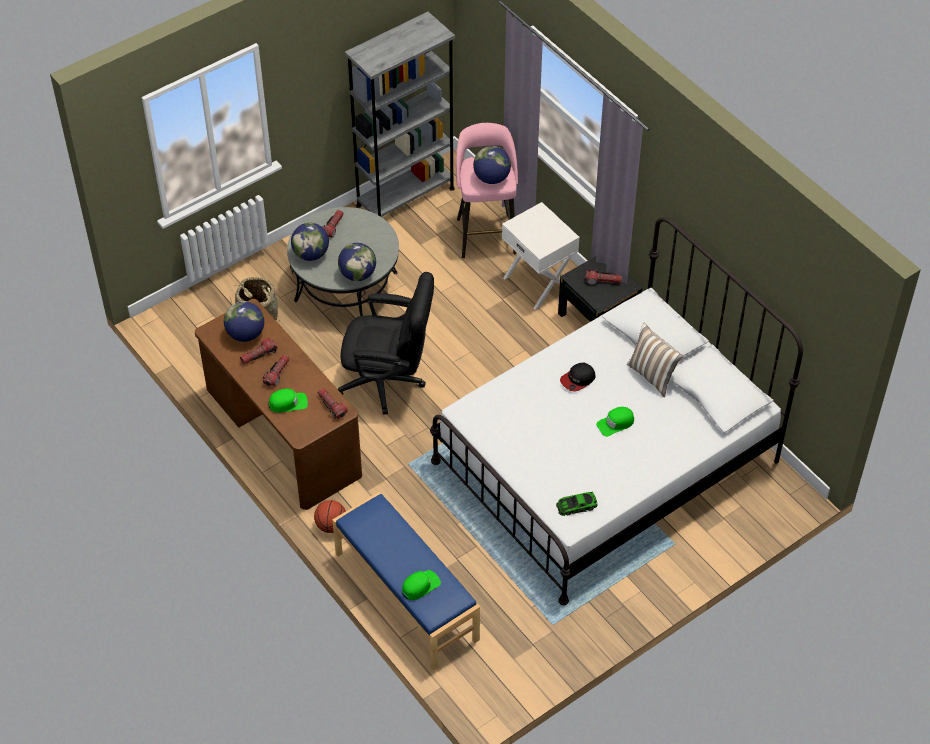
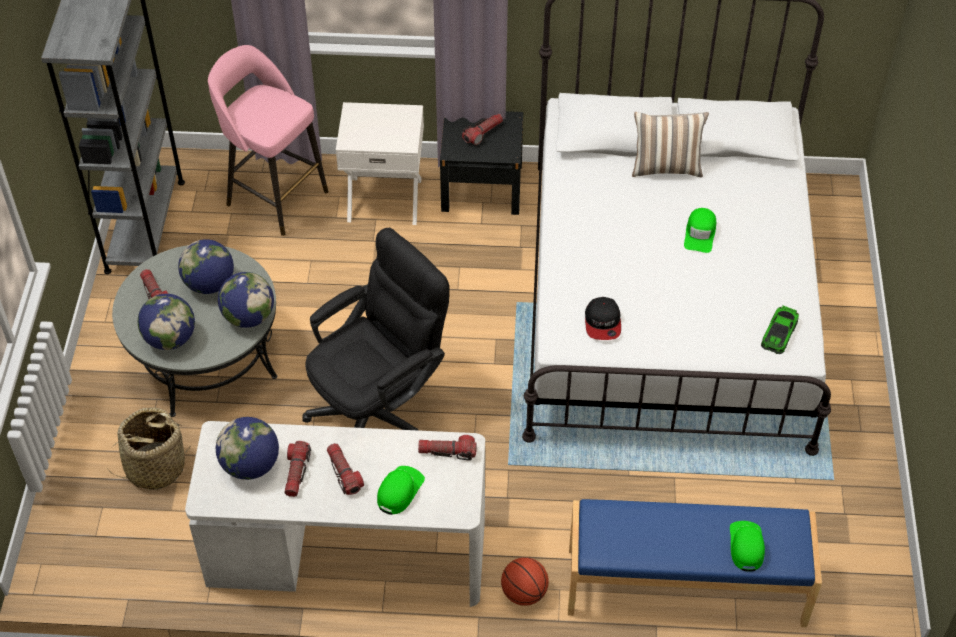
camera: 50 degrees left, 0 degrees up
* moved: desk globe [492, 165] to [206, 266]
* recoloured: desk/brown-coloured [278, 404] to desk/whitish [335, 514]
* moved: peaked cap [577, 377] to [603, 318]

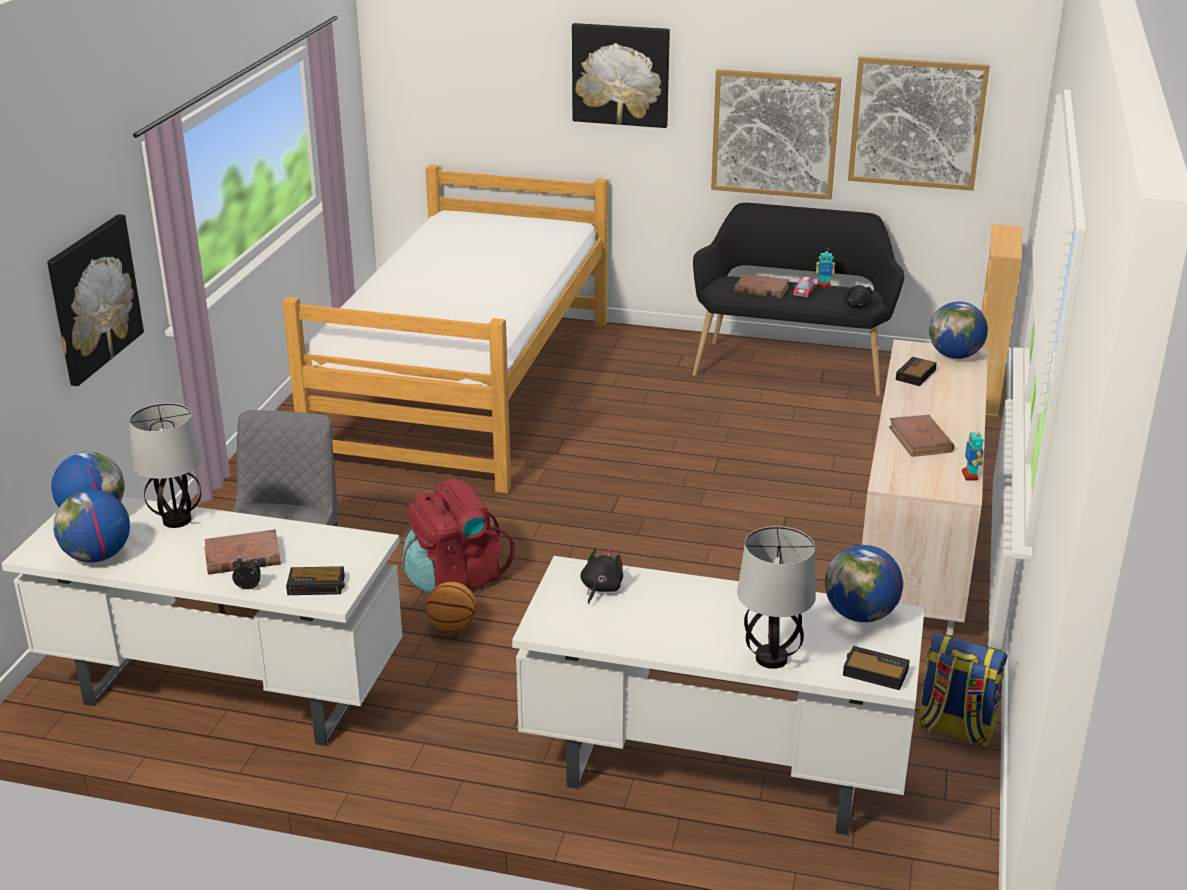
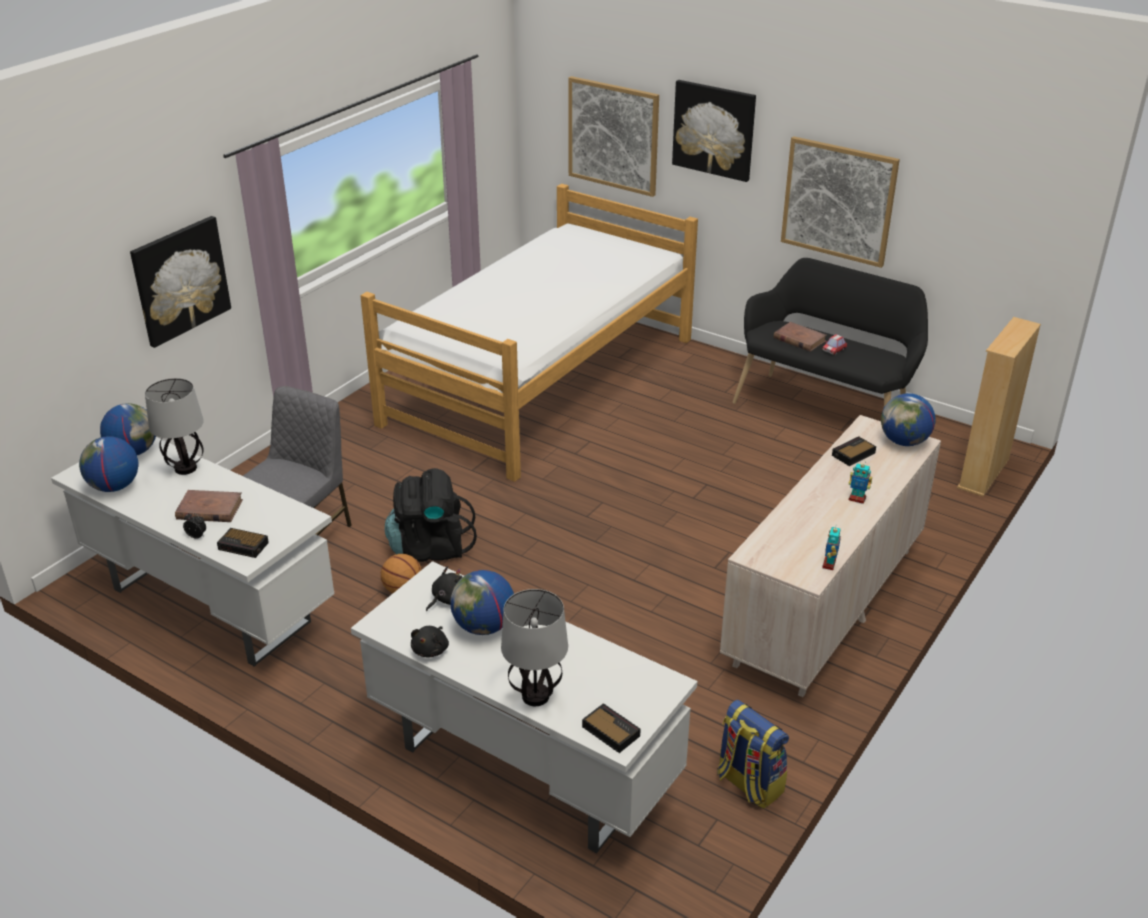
camera: 20 degrees right, 5 degrees up
* moved: wall picture [919, 124] to [613, 136]
* moved: model robot [825, 269] to [860, 482]
* moved: soft toy/black [858, 296] to [430, 641]
* removed: bound book/brown-coloured [922, 436]
* recoloured: backpack/reddish [458, 536] to backpack/black [431, 515]
* moved: desk globe [864, 583] to [482, 602]

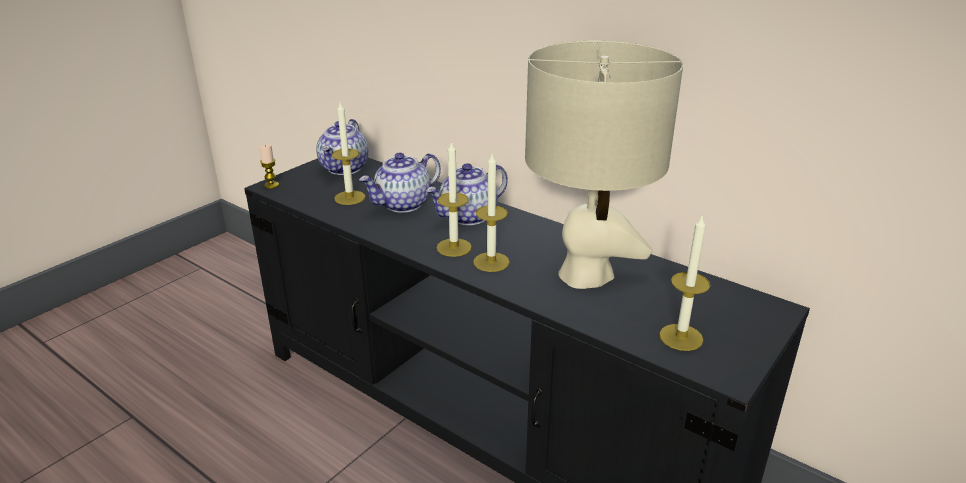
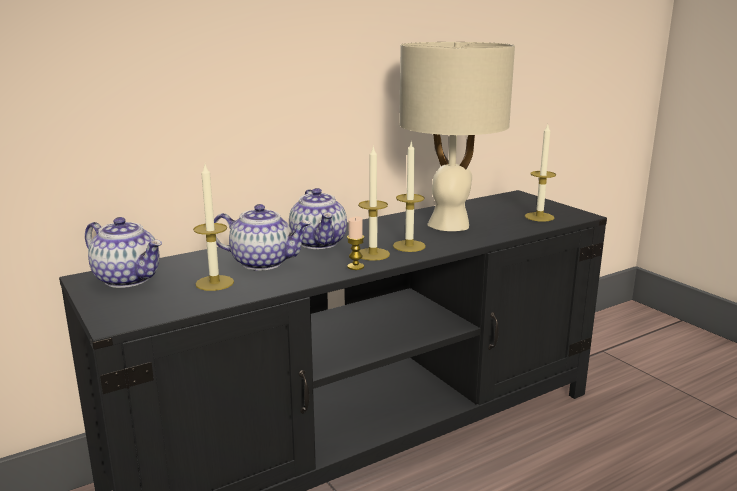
camera: 70 degrees left, 10 degrees down
* moved: wax candle [269, 166] to [355, 243]
* turned: tea pot [400, 183] = [263, 237] 60 degrees counterclockwise

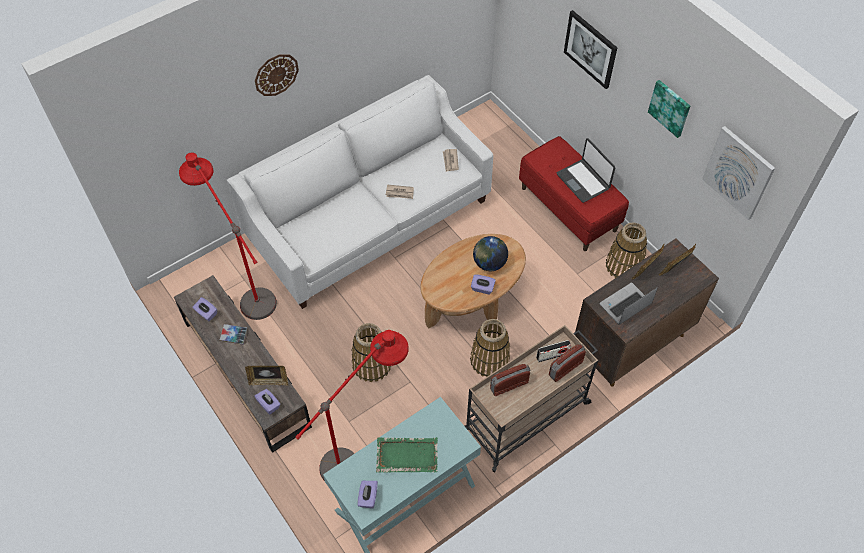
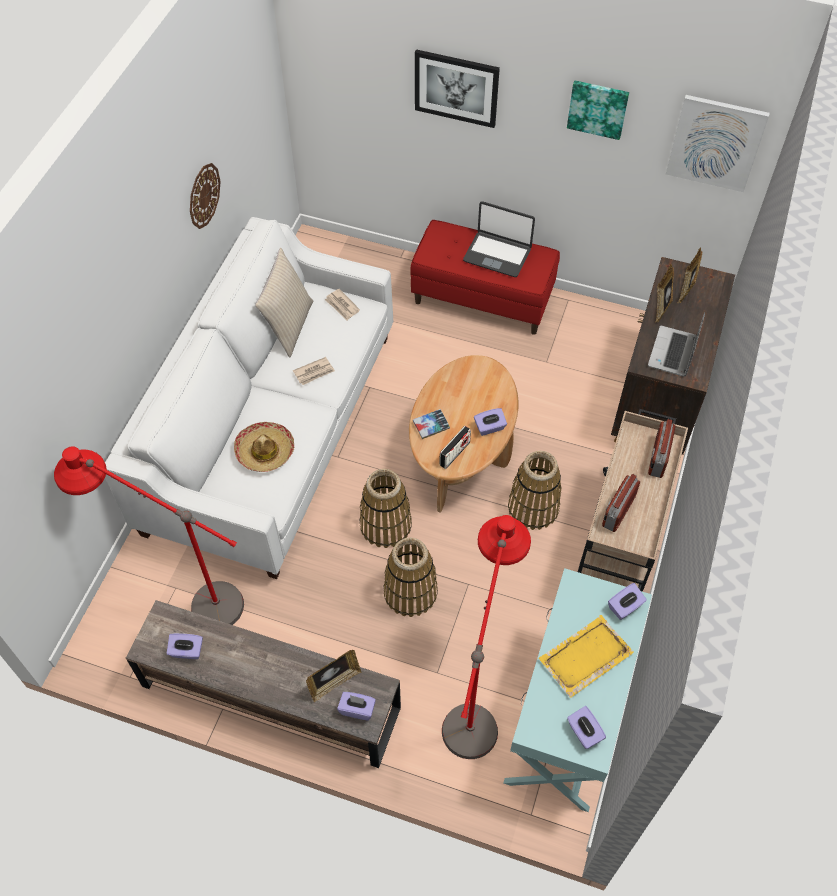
camera: 35 degrees left, 0 degrees up
* moved: wall clock [277, 75] to [205, 196]
* moved: storage basket [626, 250] to [385, 508]
* removed: desk globe [490, 253]
* moved: bound book [233, 334] to [431, 424]
* moved: radio receiver [553, 351] to [455, 447]
* recoloured: carrying tray/green-coloured [407, 455] to carrying tray/yellow-coloured [586, 656]
* added: cushion/sand-coloured [284, 303]
* added: hat [264, 447]
* added: tissue holder/purplish [627, 601]

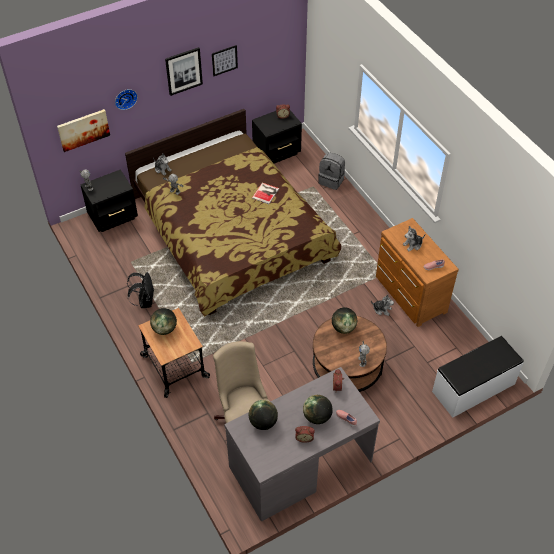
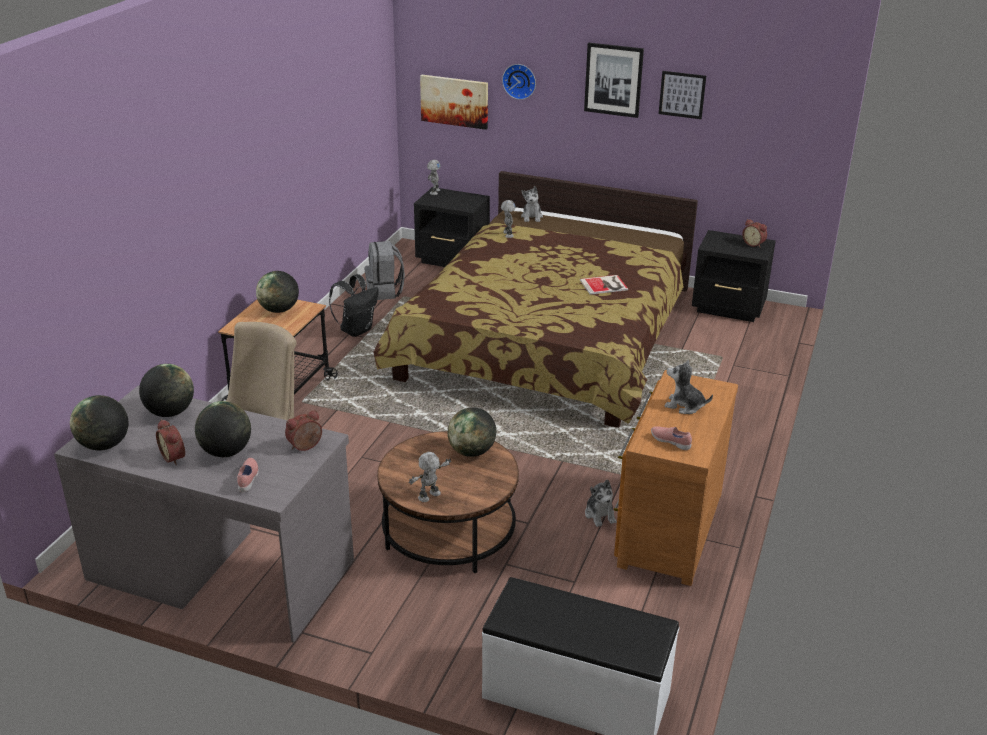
camera: 50 degrees right, 20 degrees down
* moved: backpack/greyish [331, 171] to [385, 270]
* added: desk globe [99, 422]

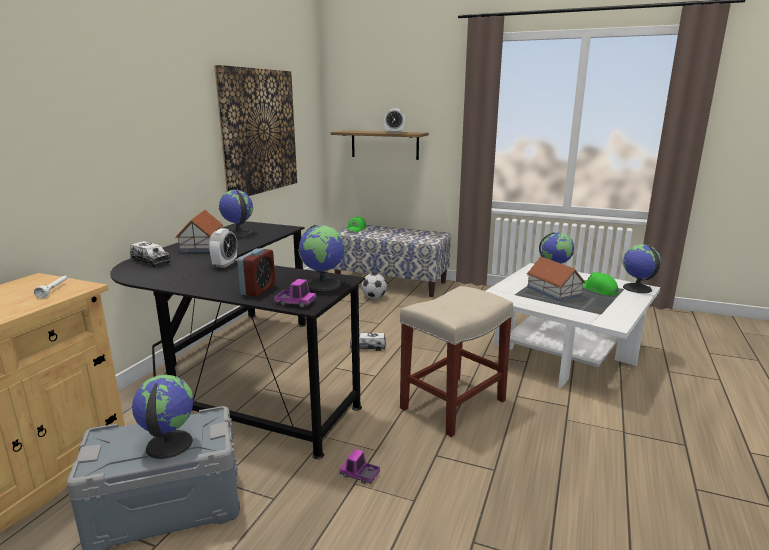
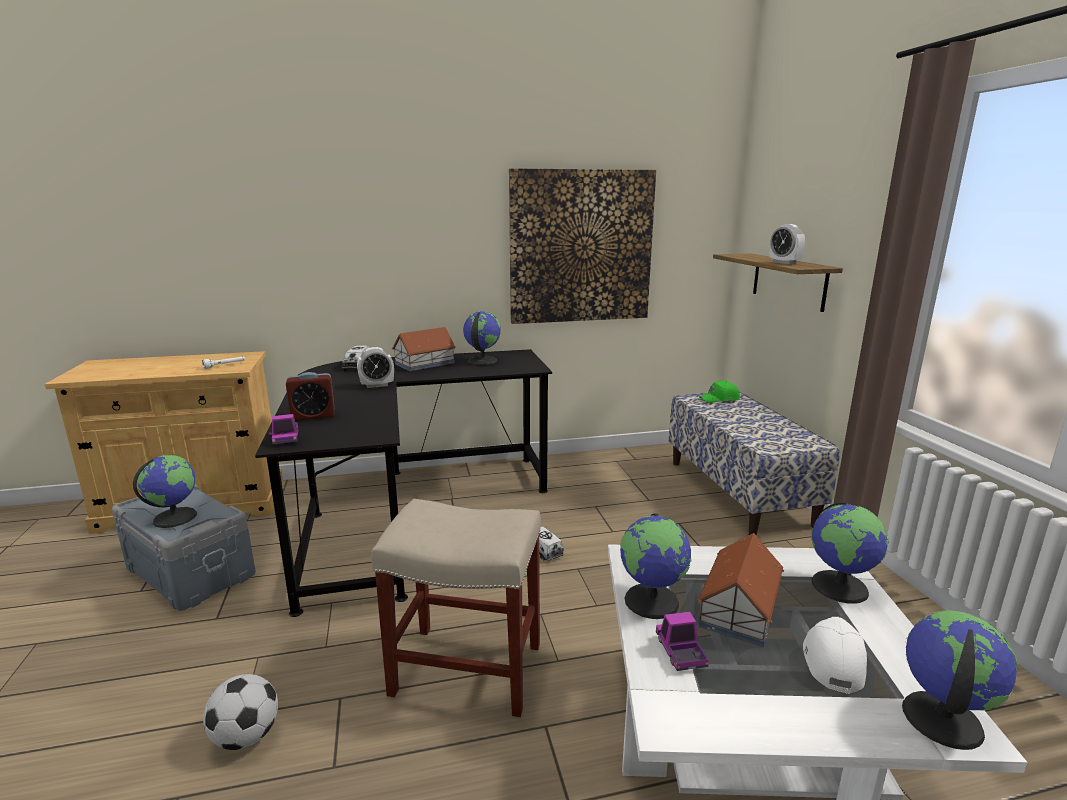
camera: 55 degrees right, 0 degrees up
* moved: desk globe [321, 258] to [656, 566]
* recoloured: peaked cap/green-coloured [601, 284] to peaked cap/whitish [835, 655]
* moved: football [374, 286] to [240, 712]
* moved: toy lorry [360, 466] to [682, 641]

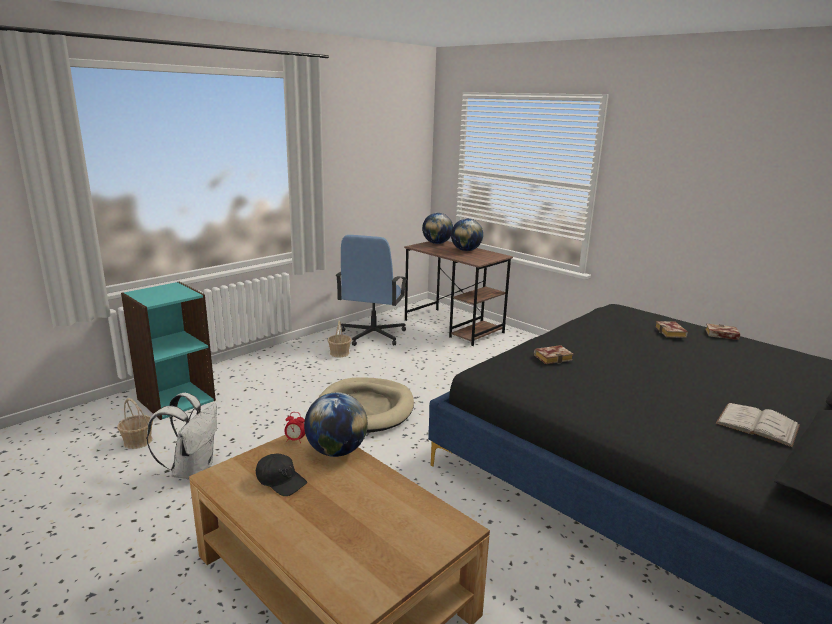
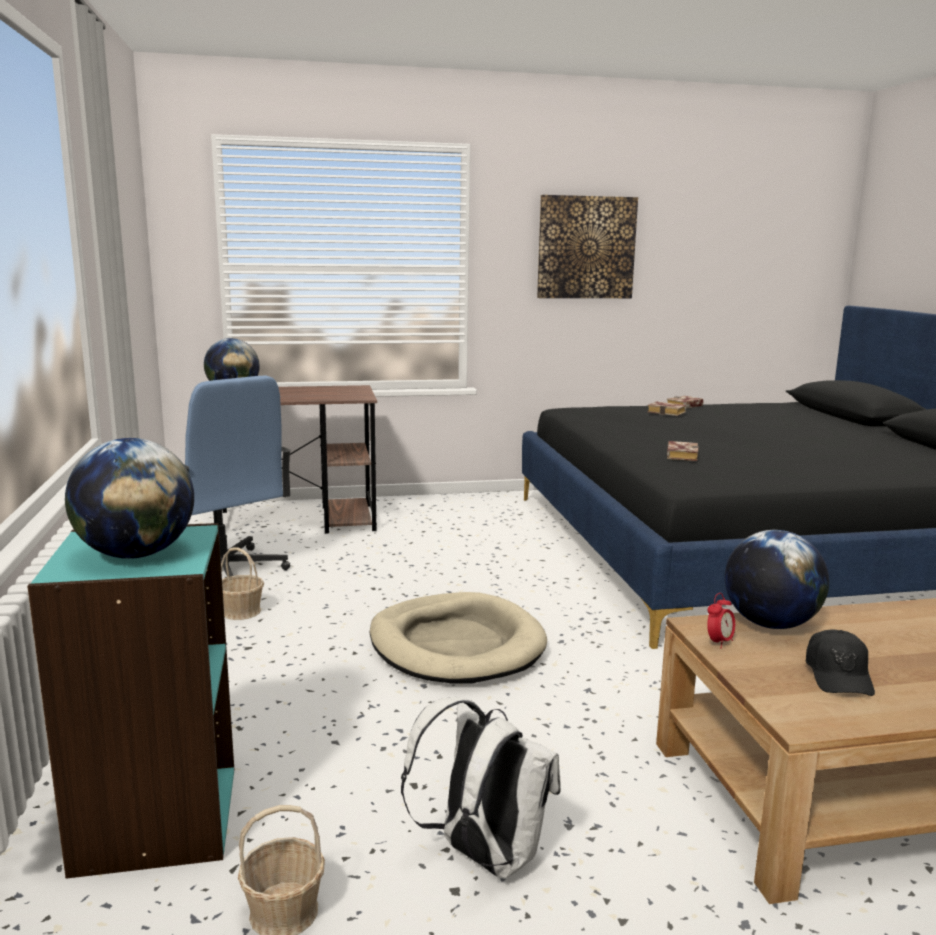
camera: 55 degrees left, 5 degrees down
* moved: desk globe [467, 234] to [129, 498]
* removed: bound book/whitish [758, 425]
* turned: peaked cap/black [281, 474] = [840, 662] 120 degrees clockwise
* added: wall picture [587, 246]

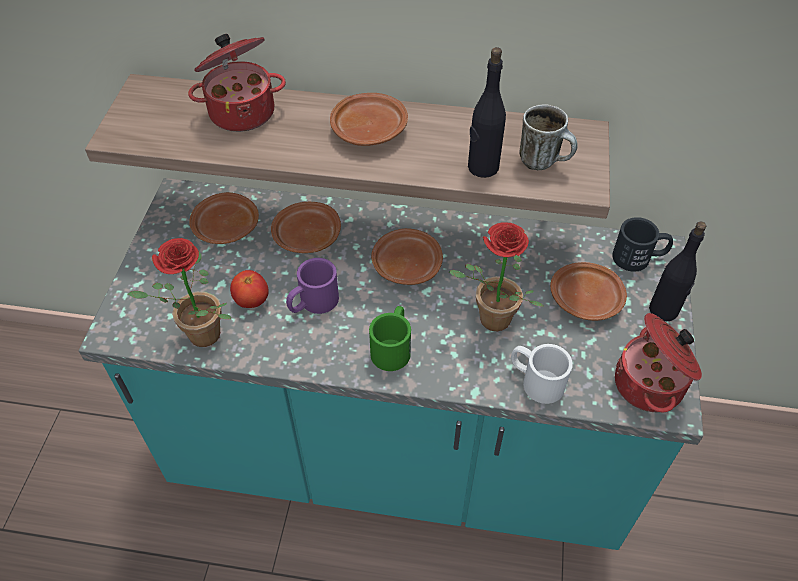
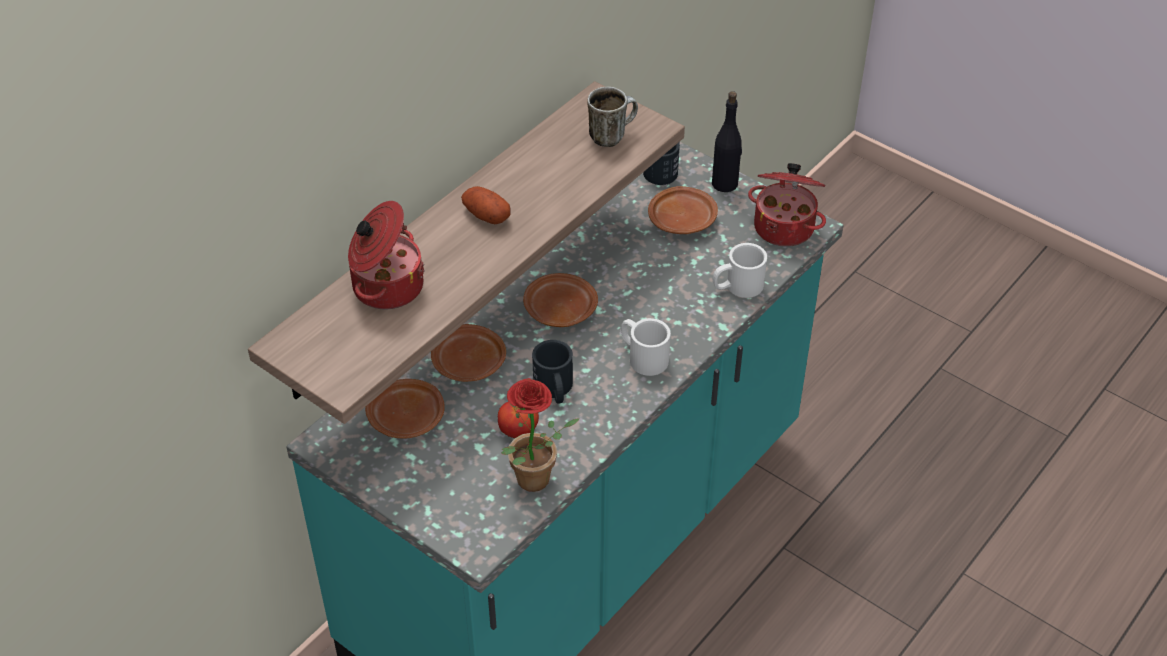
camera: 60 degrees left, 5 degrees down
* removed: drink bottle/black [487, 112]
* replaced: flat dish/brown-coloured [369, 119] to potato [485, 205]
* removed: houseplant [496, 277]
* recoloured: tea mug/purplish [312, 286] to tea mug/black [552, 372]
* recoloured: tea mug/green-coloured [390, 338] to tea mug/whitish [646, 347]

